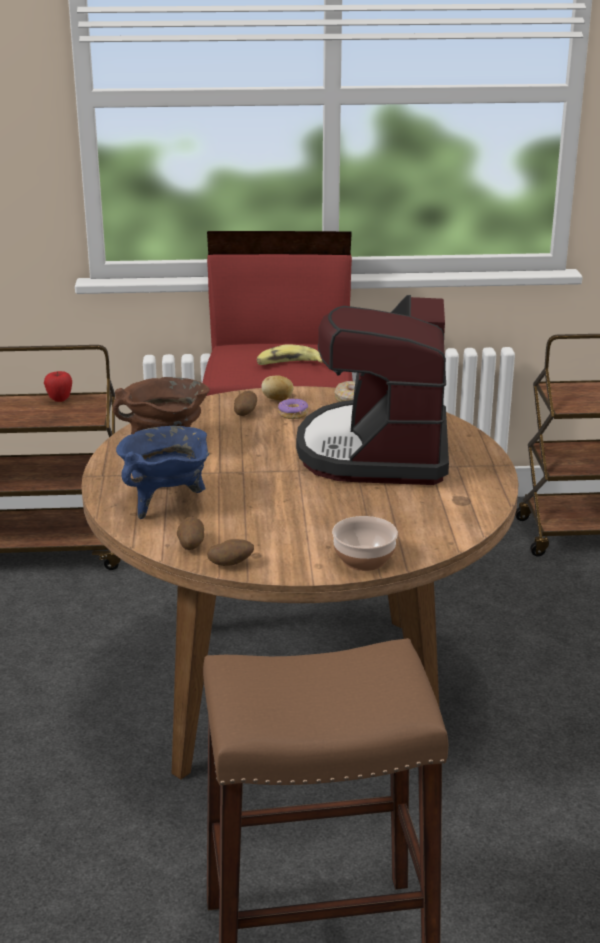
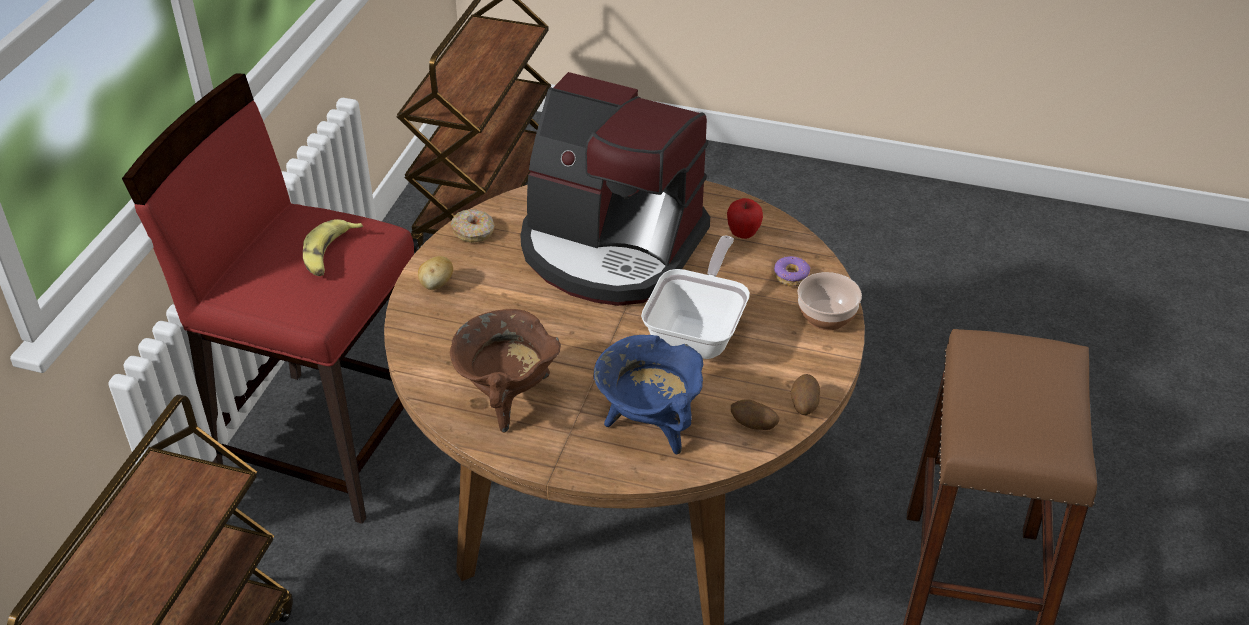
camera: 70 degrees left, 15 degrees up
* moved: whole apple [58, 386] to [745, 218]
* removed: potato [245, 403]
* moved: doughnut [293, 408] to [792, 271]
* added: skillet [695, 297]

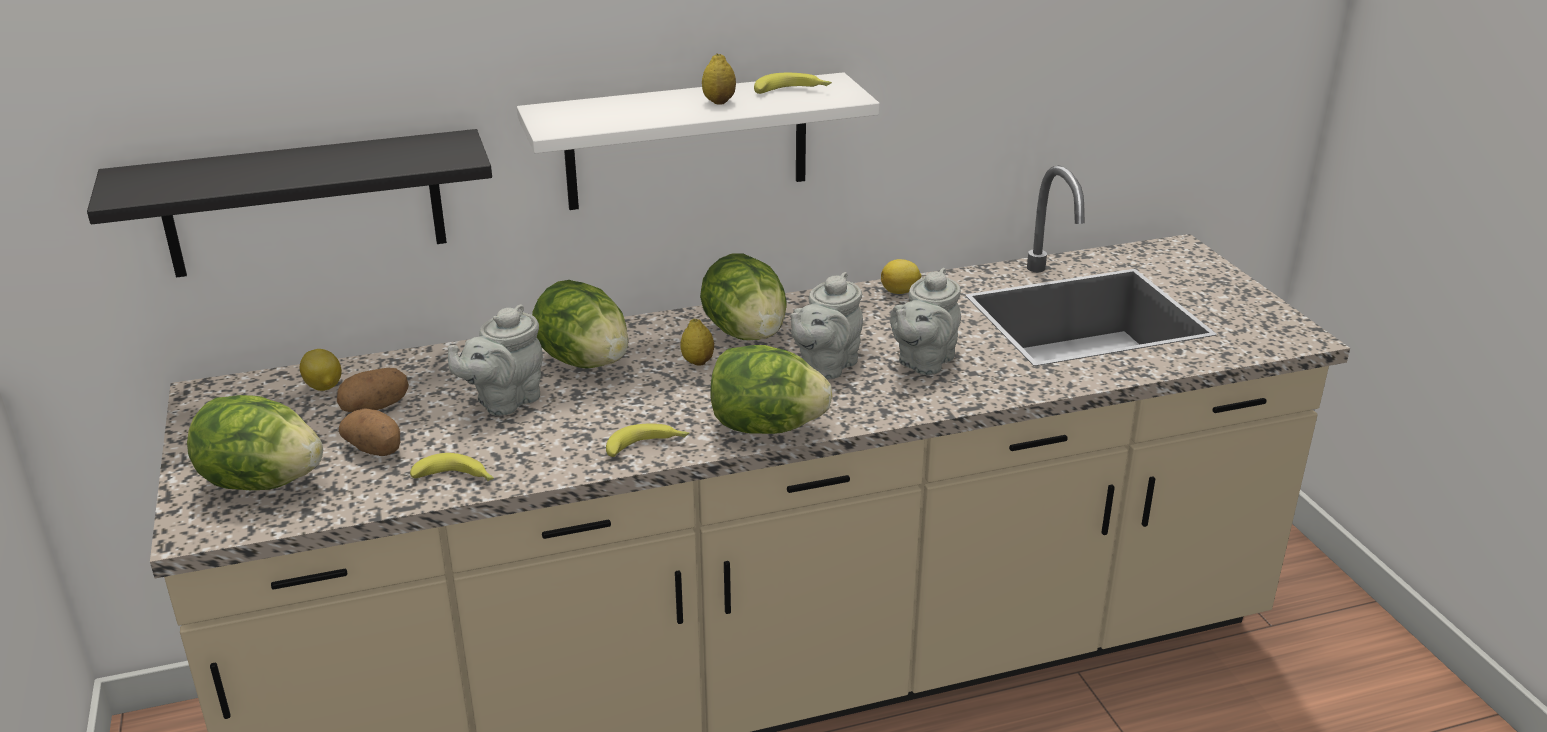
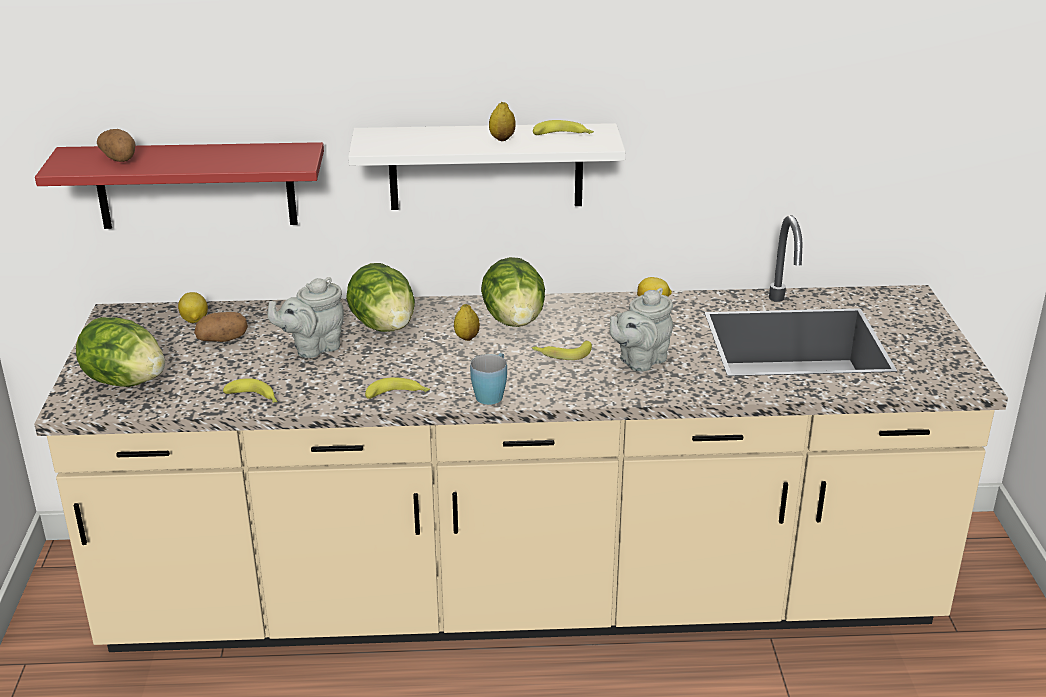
camera: 15 degrees right, 0 degrees up
* recoloured: wall shelf/black [289, 203] to wall shelf/reddish [179, 185]
* replaced: tea pot/greyish [827, 325] to banana [562, 350]
* replaced: lettuce [771, 389] to tea mug/blue-coloured [488, 379]
* moved: potato [369, 432] to [116, 145]

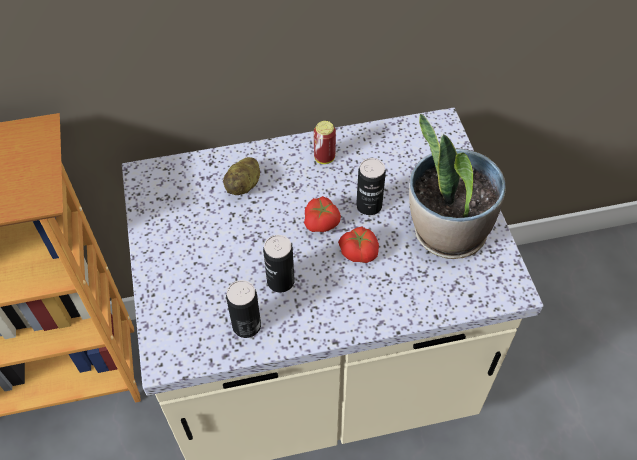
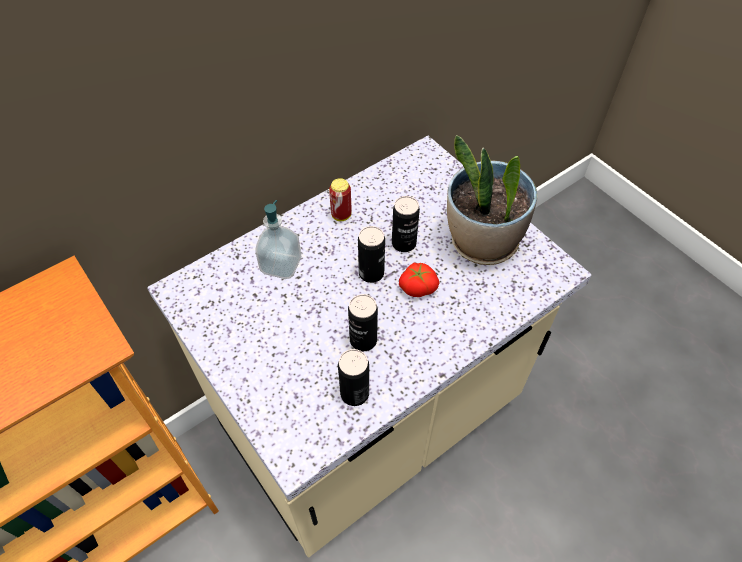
camera: 25 degrees left, 0 degrees up
* replaced: potato [241, 176] to soap dispenser [278, 239]
* replaced: tomato [322, 214] to can [371, 254]

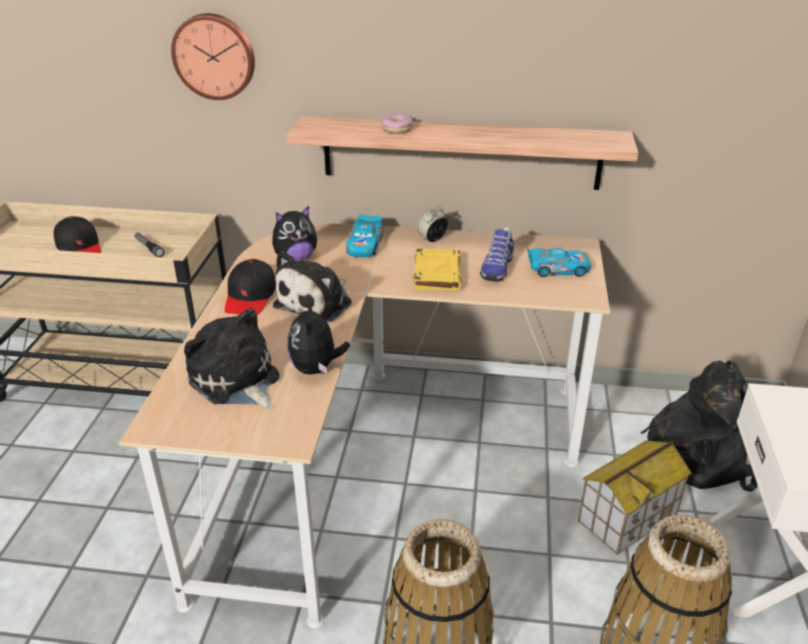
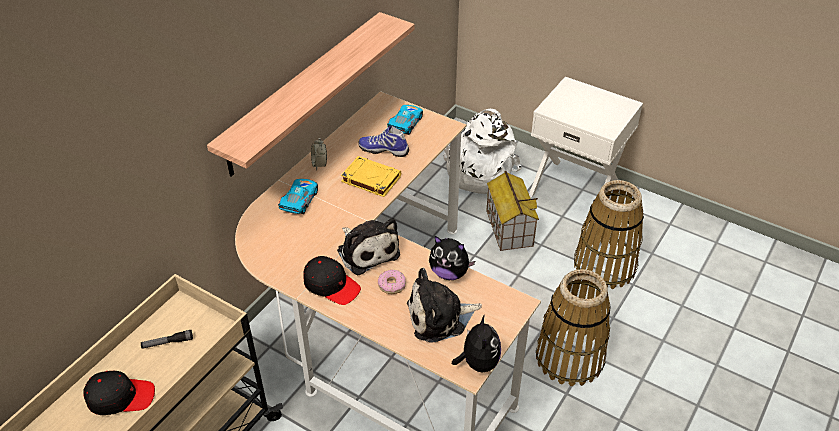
camera: 65 degrees left, 10 degrees up
* removed: wall clock [213, 56]
* moved: doughnut [397, 124] to [392, 282]
* moved: soft toy [294, 234] to [476, 343]
* turned: toy car [364, 235] = [298, 196] 105 degrees counterclockwise
* turned: shoe [497, 254] = [383, 141] 150 degrees clockwise
* recoloured: backpack/black [699, 426] to backpack/whitish [483, 151]

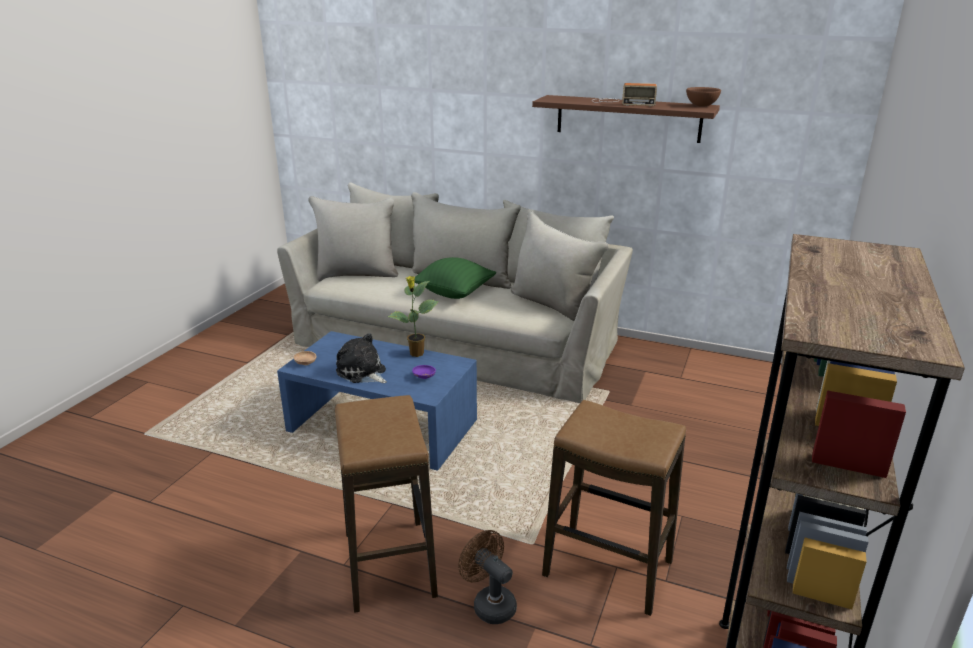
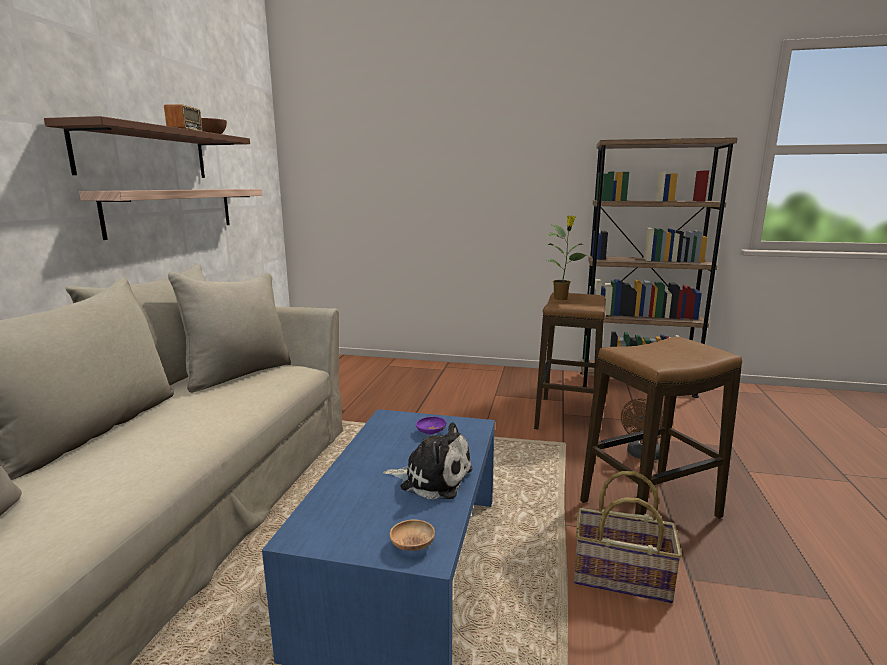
camera: 100 degrees left, 10 degrees down
* removed: cushion/green-coloured [455, 278]
* moved: houseplant [413, 316] to [566, 257]
* turned: soft toy [361, 358] = [427, 460] 105 degrees counterclockwise
* added: wall shelf [171, 214]
* added: storage basket [628, 537]

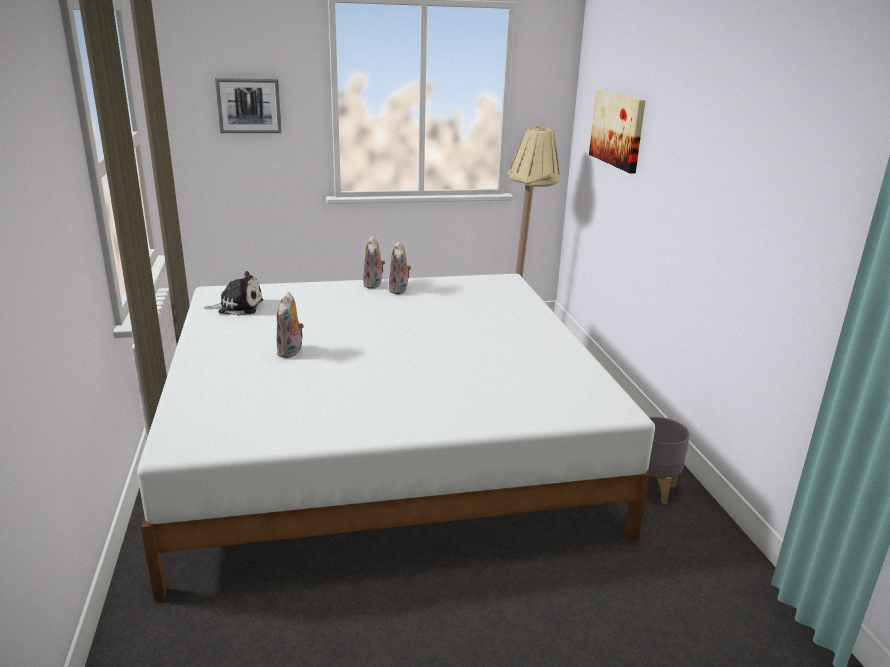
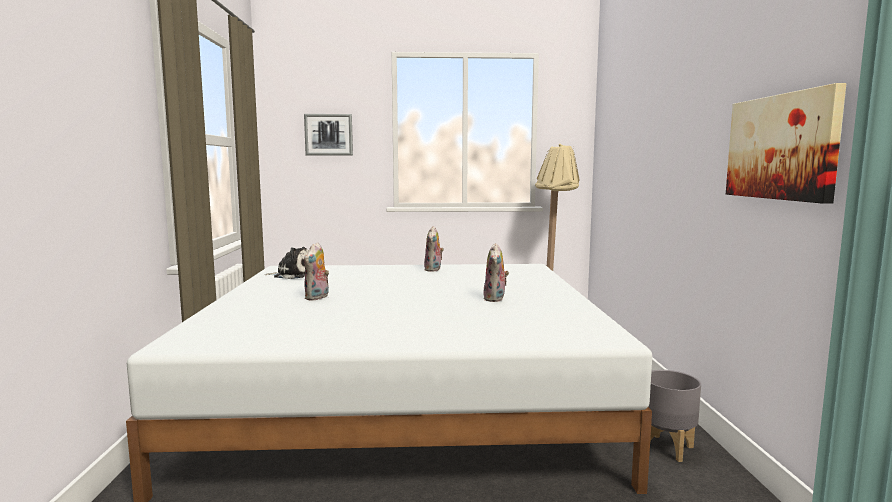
camera: 10 degrees right, 15 degrees down
* moved: wall picture [617, 132] to [786, 143]
* moved: soft toy [374, 262] to [496, 272]

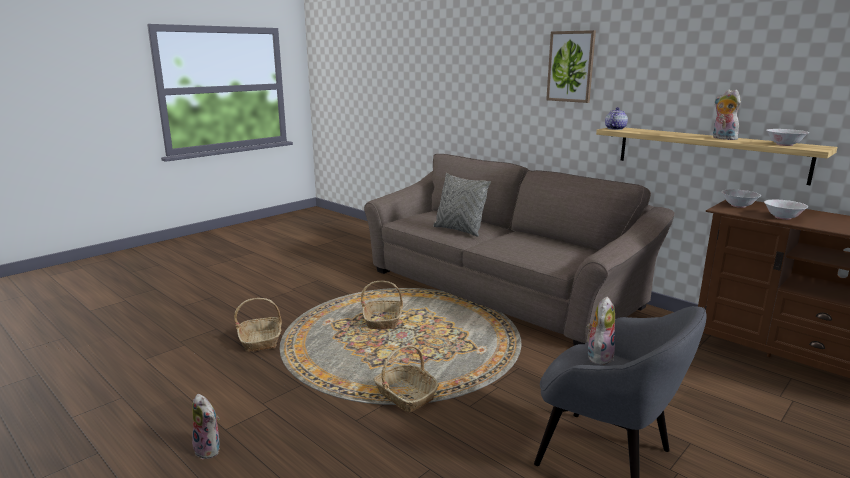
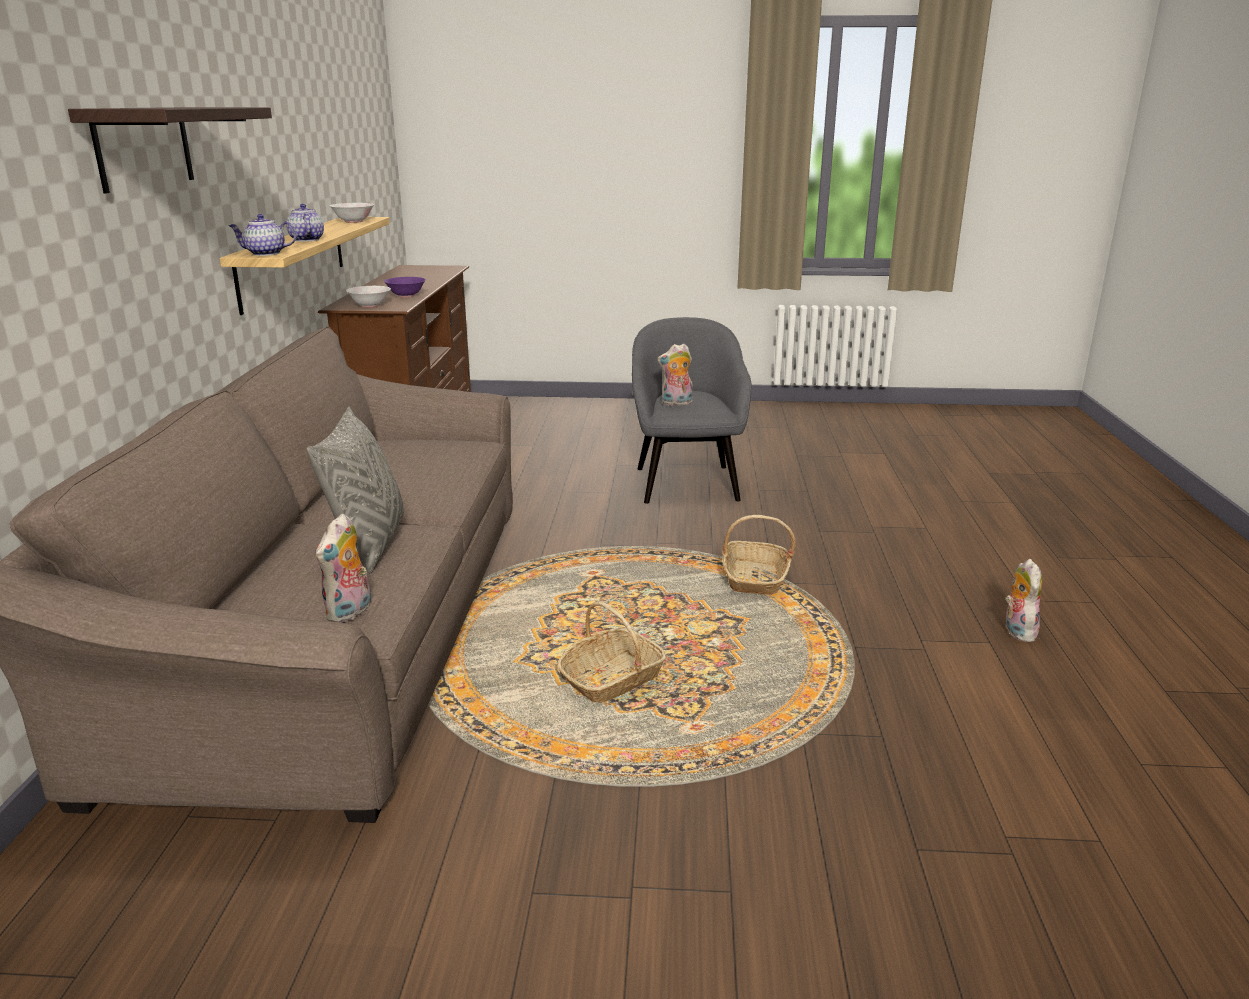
camera: 130 degrees left, 5 degrees up
* replaced: wall picture [571, 66] to wall shelf [170, 150]
* moved: soft toy [727, 115] to [343, 568]
* recoloured: deep dish/whitish [786, 210] to deep dish/purplish [405, 287]
* removed: storage basket [258, 325]
* added: tea pot [305, 223]

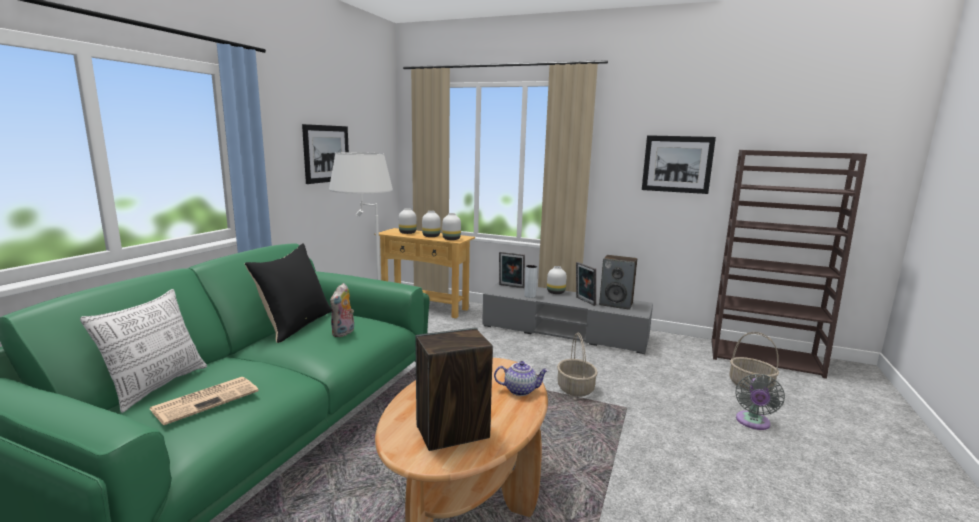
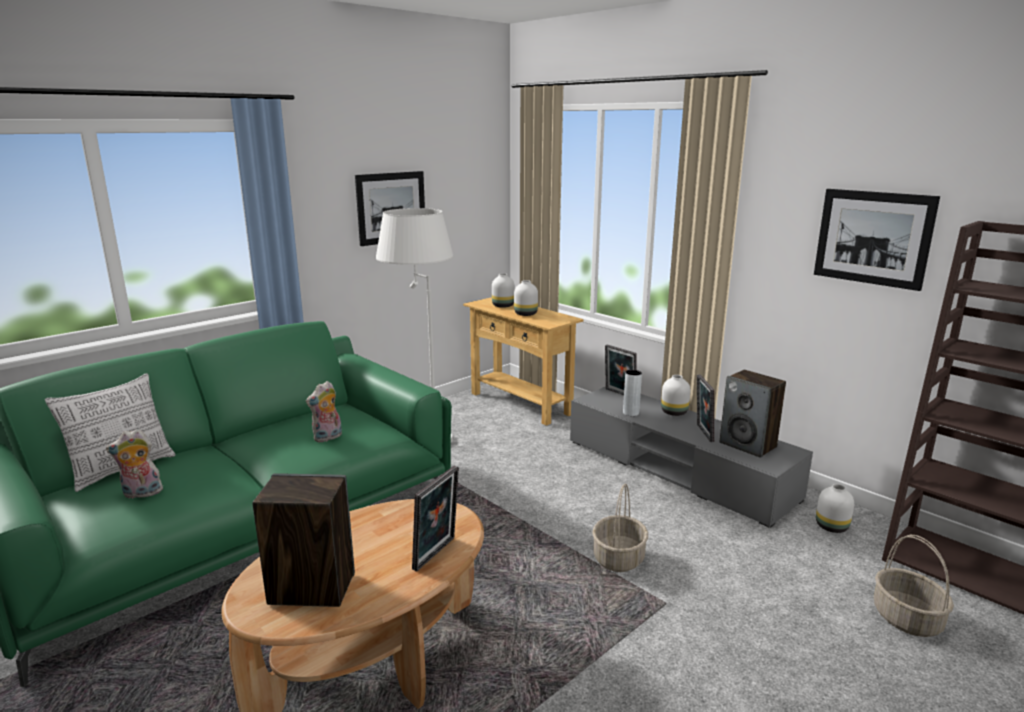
camera: 25 degrees right, 5 degrees up
* moved: vase/whitish [451, 226] to [835, 508]
* removed: cushion/black [288, 293]
* replaced: tea pot [521, 378] to standing frame [435, 519]
* removed: fan/greyish [760, 402]
* replaced: printed paper [204, 401] to soft toy [134, 464]

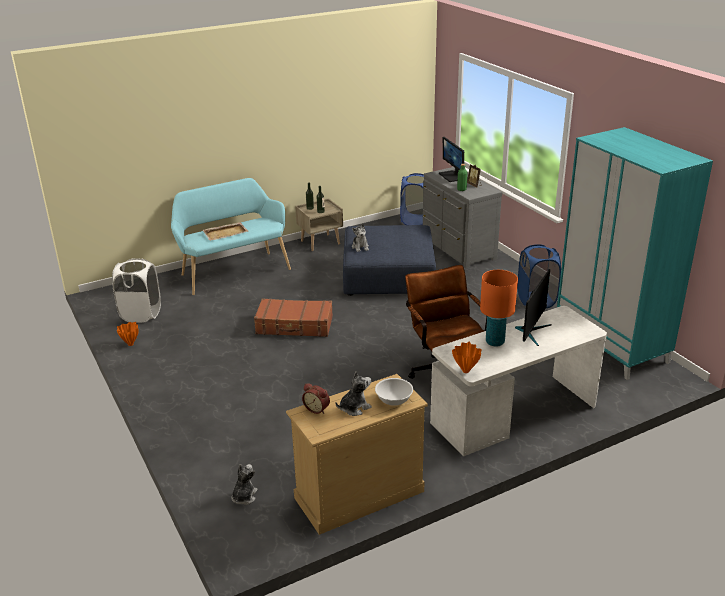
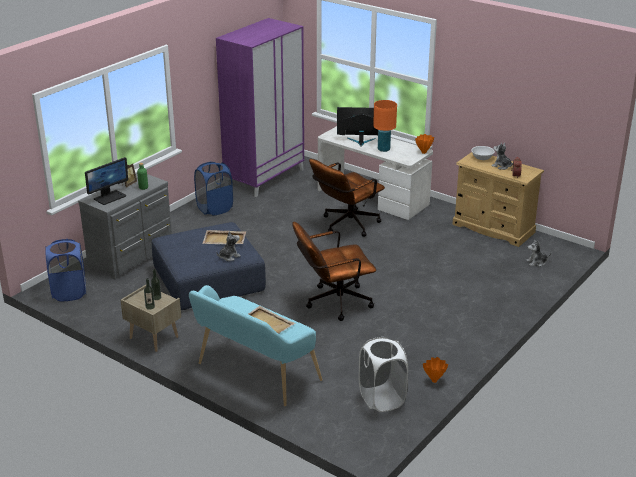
camera: 115 degrees left, 0 degrees up
* recoloured: armoire/blue-green [635, 253] to armoire/purplish [260, 107]
* replaced: travel case/brown-coloured [293, 317] to computer chair/brown-coloured [334, 271]
* added: carrying tray/sand-coloured [224, 237]

